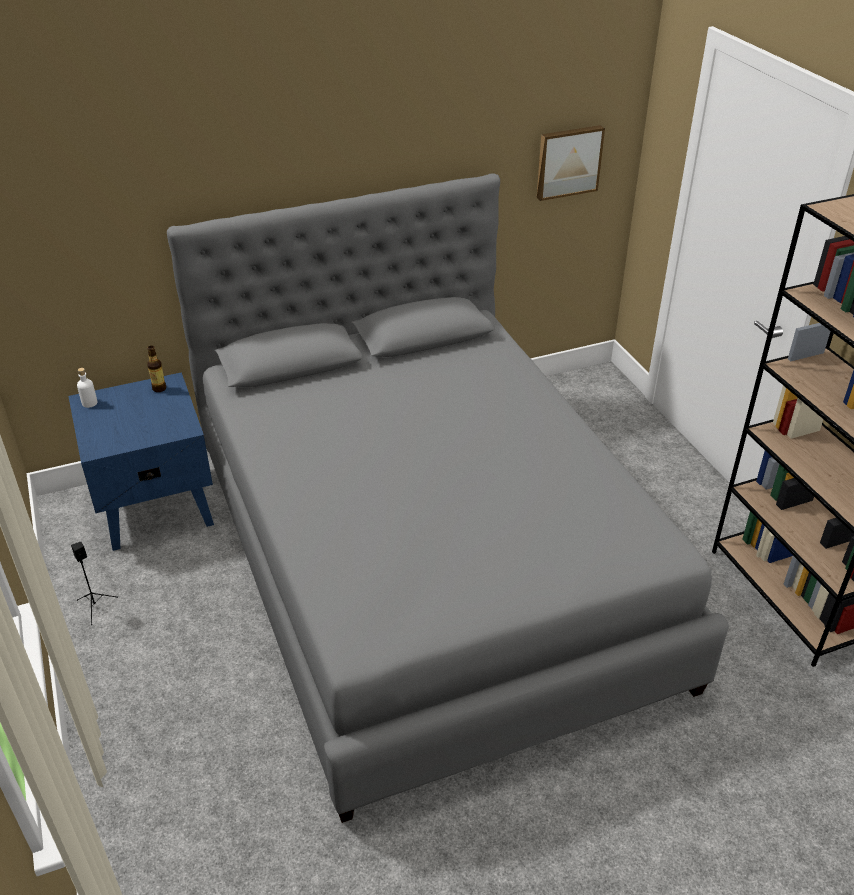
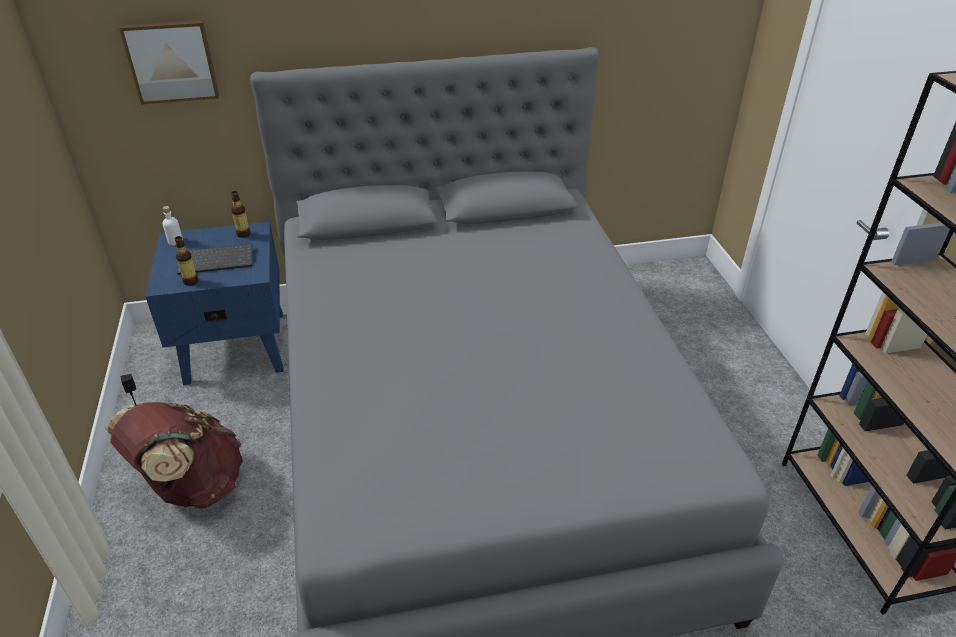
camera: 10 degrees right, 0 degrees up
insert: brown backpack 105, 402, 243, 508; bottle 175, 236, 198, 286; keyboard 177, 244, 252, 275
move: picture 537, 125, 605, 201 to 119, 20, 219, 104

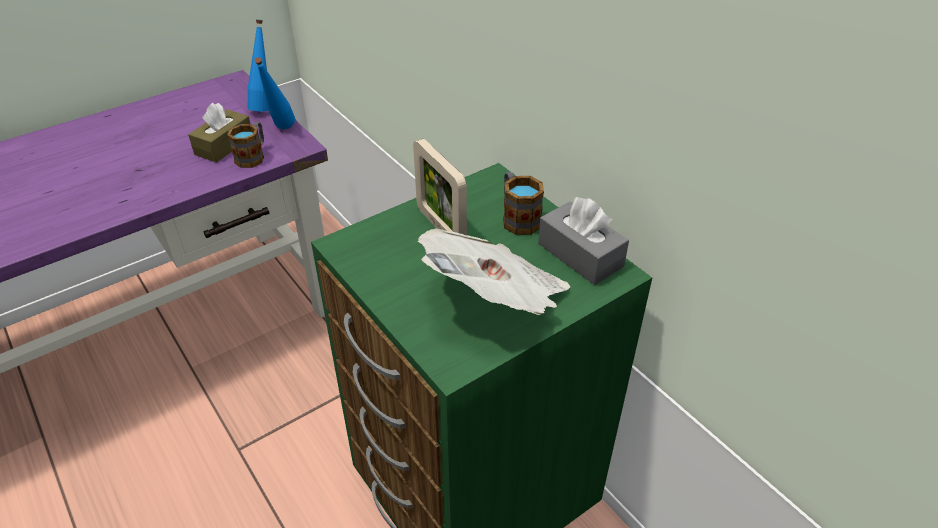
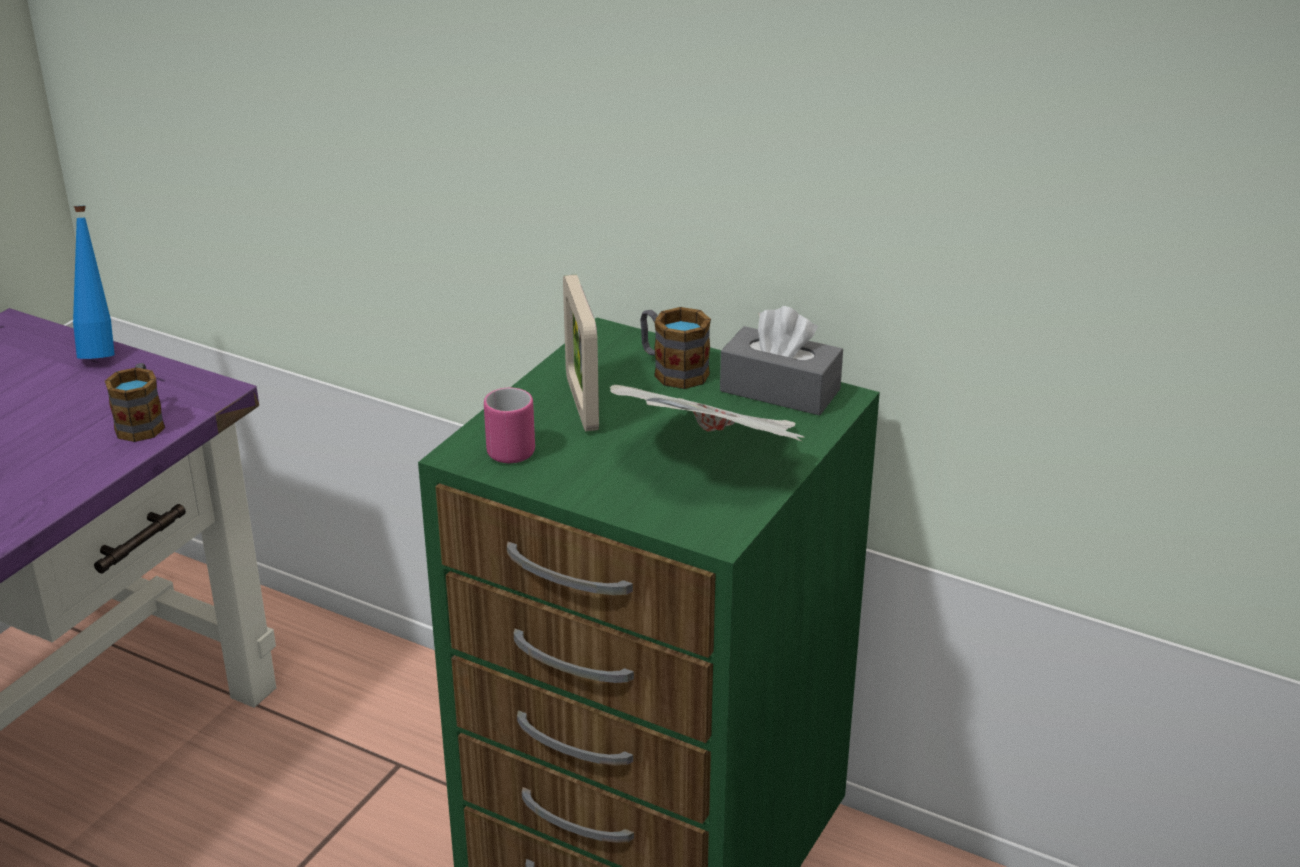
camera: 25 degrees left, 10 degrees down
delete: brown tissue box 188, 103, 250, 163; blue bottle 254, 57, 295, 129
insert: pink mug 484, 388, 535, 463
rotate: picture frame 413, 139, 467, 235 = 563, 274, 599, 432 45 degrees clockwise

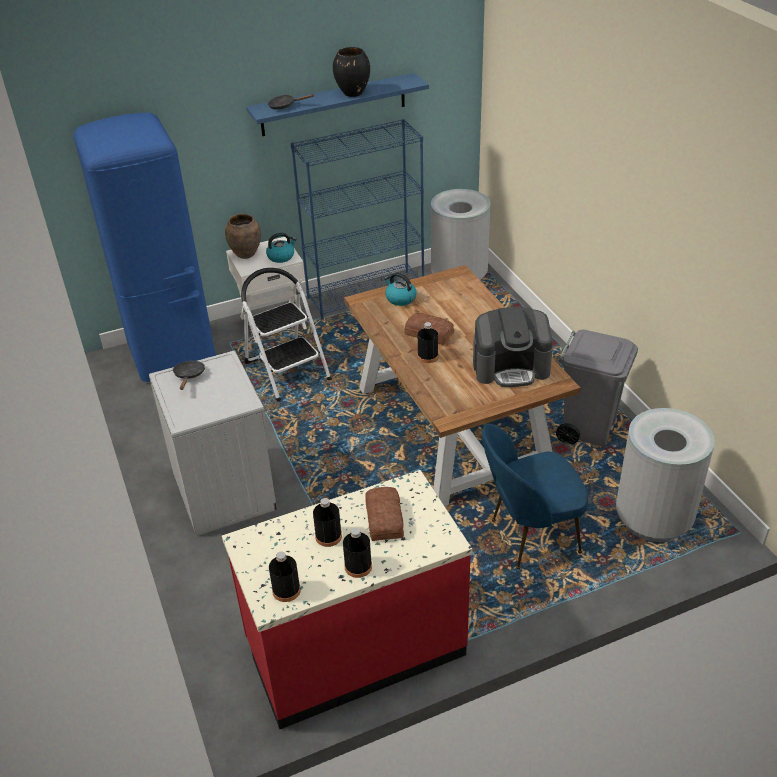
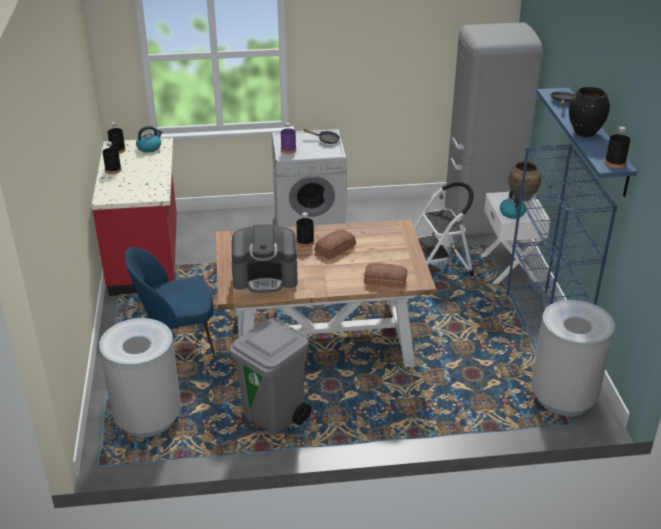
camera: 105 degrees right, 5 degrees down
insert: purple bottle 281, 123, 296, 154
move: black bottle 313, 498, 342, 547 to 605, 126, 630, 168; bread 365, 487, 404, 541 to 364, 263, 407, 288; kettle 384, 272, 416, 306 to 136, 126, 163, 153
recolor: blue fridge 74, 113, 216, 382 to grey fridge 445, 22, 543, 236
rotate: coffee machine 473, 307, 553, 387 = 231, 224, 298, 293 105 degrees counterclockwise; blue chair 482, 424, 588, 569 = 125, 247, 216, 357 105 degrees counterclockwise

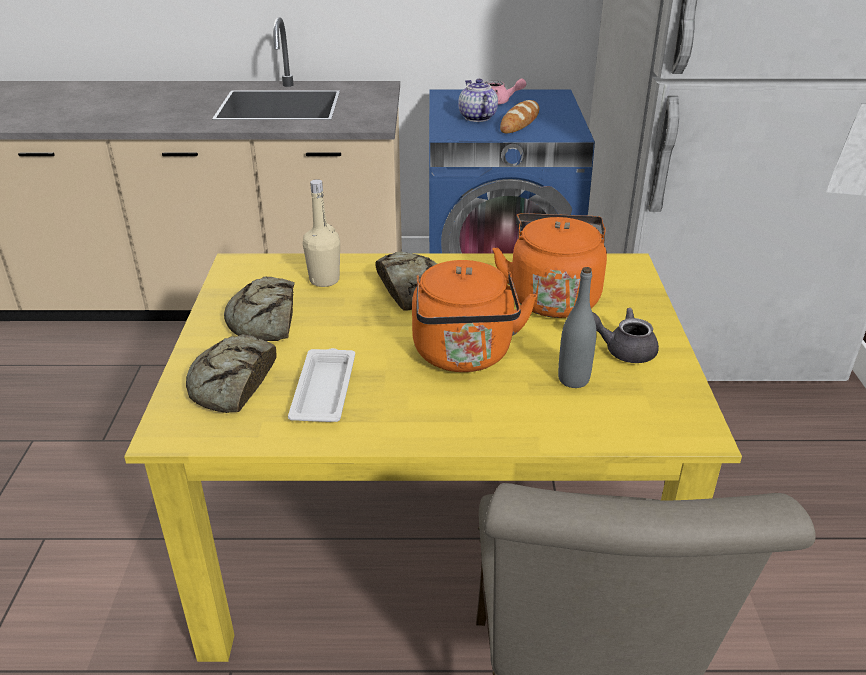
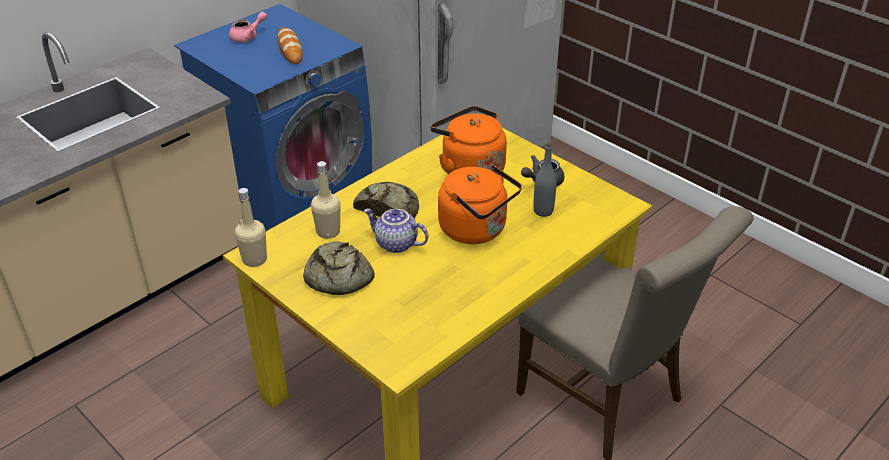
camera: 45 degrees left, 5 degrees up
delete: bread 186, 334, 277, 413; white tray 288, 348, 355, 422
insert: beige bottle 235, 188, 267, 267
move: teapot 458, 79, 498, 122 to 364, 208, 429, 253

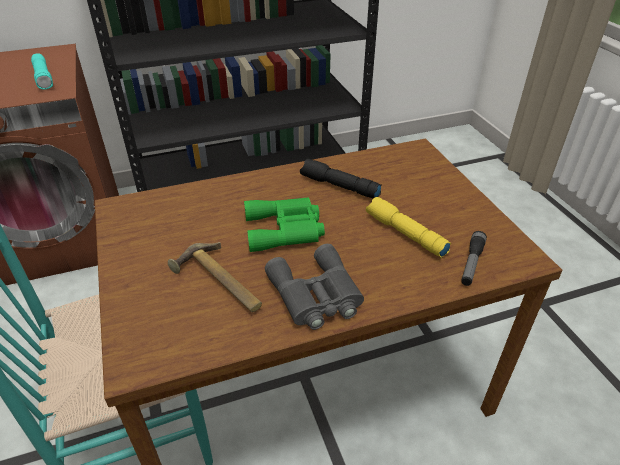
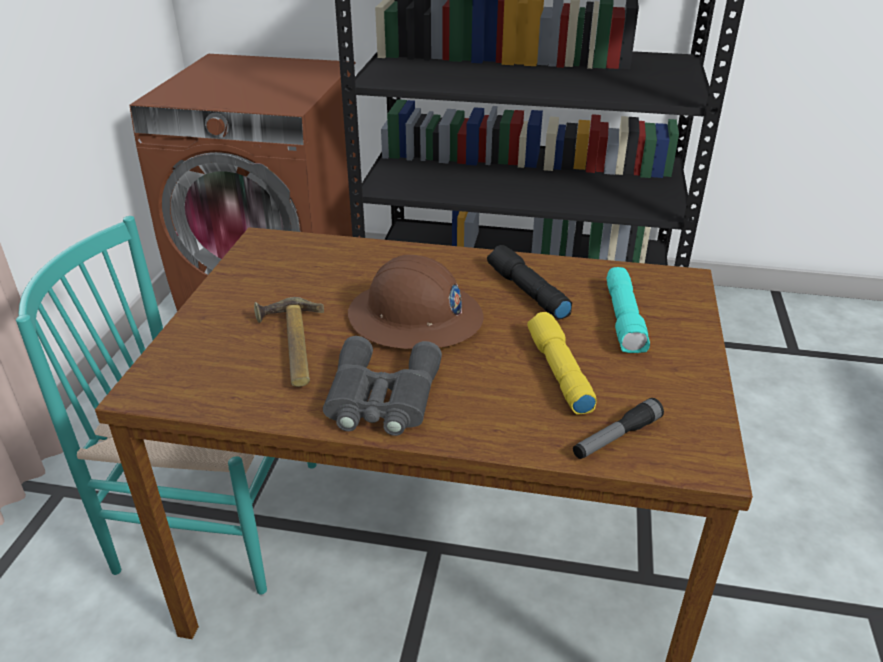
camera: 30 degrees right, 5 degrees down
move: turquoise flashlight 31, 53, 53, 90 to 607, 267, 650, 353
replace: green binoculars 244, 197, 325, 252 to brown hard hat 348, 255, 484, 349

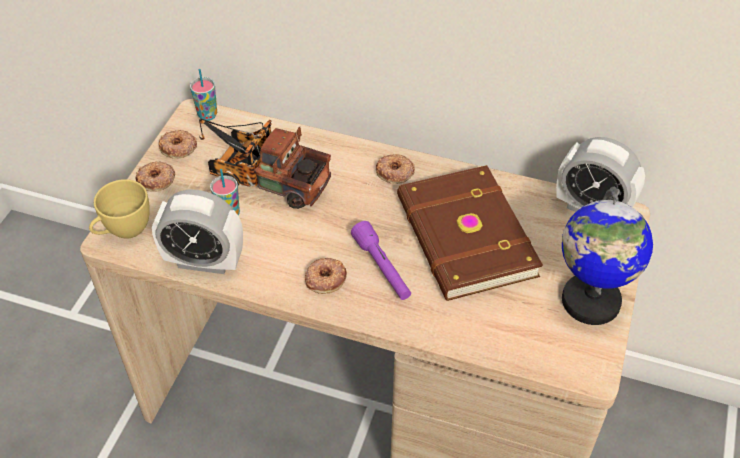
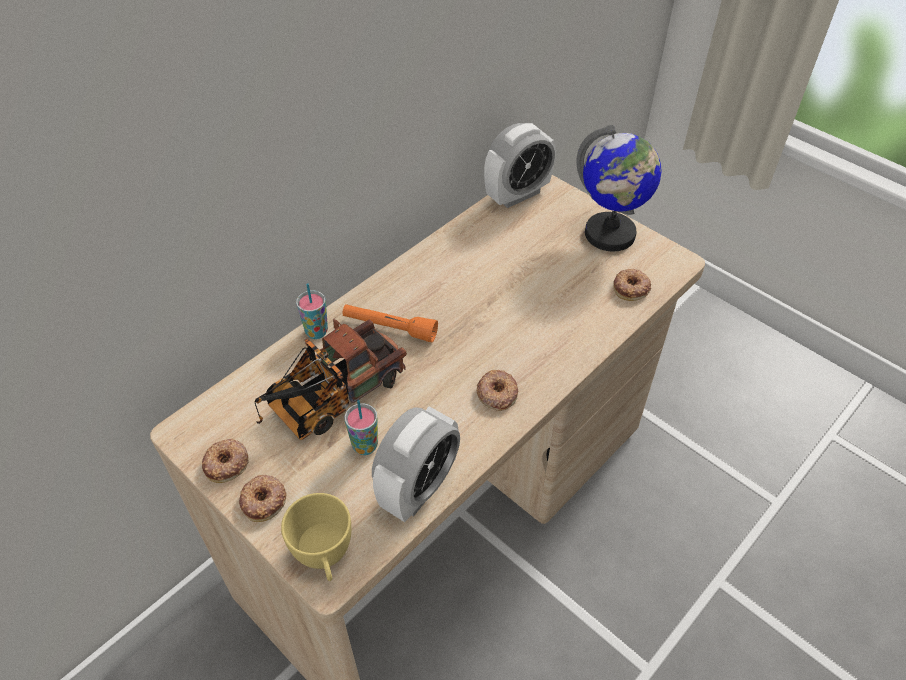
camera: 65 degrees left, 0 degrees up
delete: purple flashlight 351, 221, 411, 300; brown book 397, 165, 543, 301
insert: orange flashlight 343, 304, 438, 343
move: cup 190, 69, 217, 121 to 296, 283, 328, 339; donut 376, 154, 415, 184 to 613, 269, 651, 301

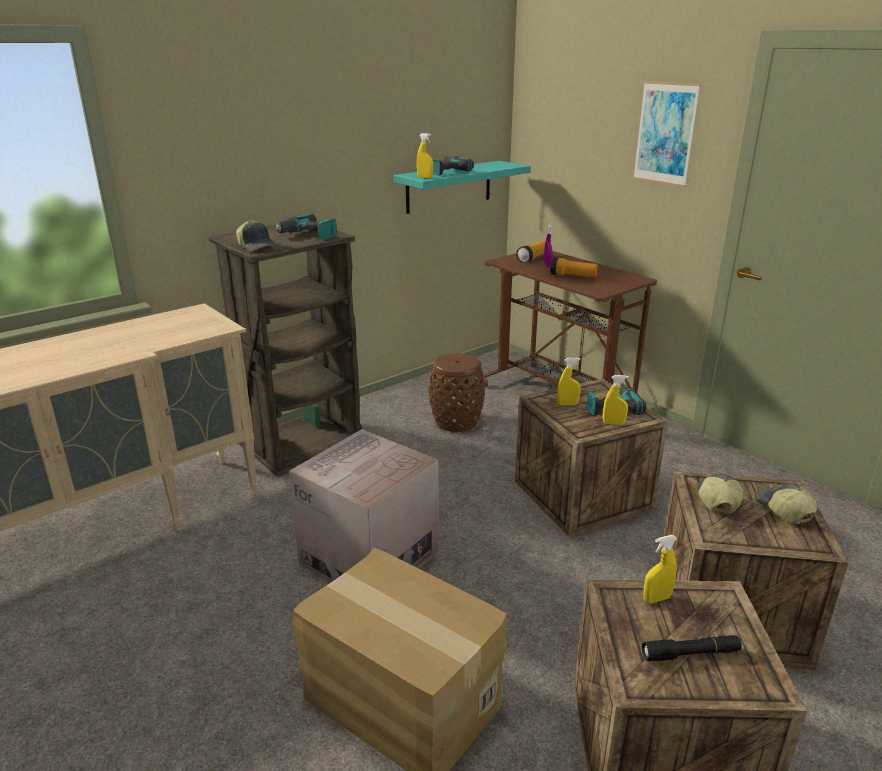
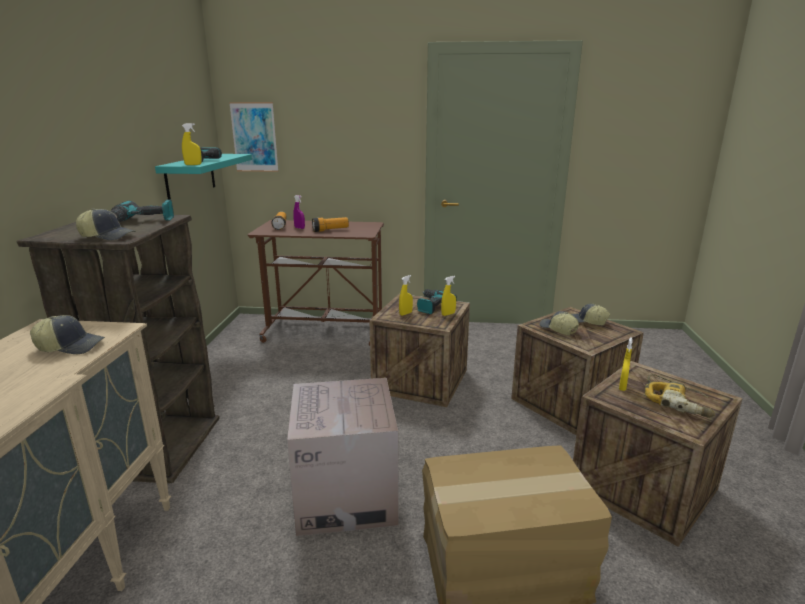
camera: 45 degrees left, 5 degrees down
delete: brown stool 429, 353, 485, 432
insert: cap 30, 315, 105, 354
move: picture 633, 81, 701, 187 to 229, 102, 279, 172
replace: black flashlight 642, 635, 742, 661 to power drill 645, 374, 715, 418

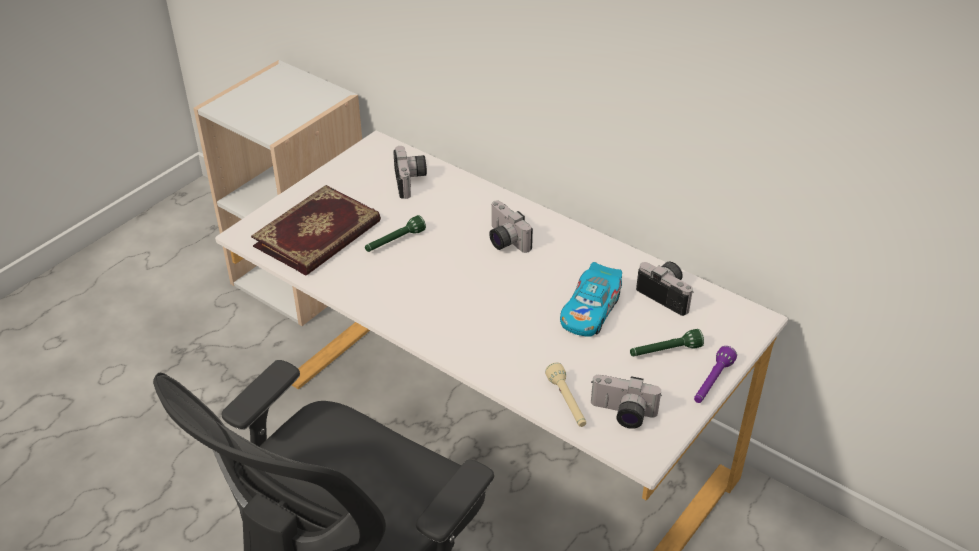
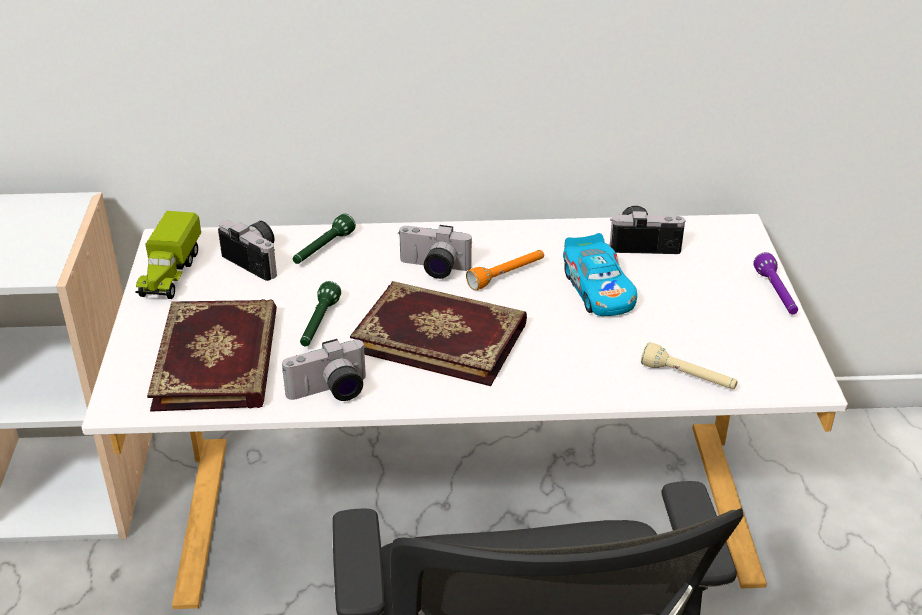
camera: 40 degrees left, 5 degrees down
insert: toy truck 135, 211, 201, 299; book 350, 281, 527, 386; orange flashlight 466, 250, 544, 291
move: photo camera 591, 375, 662, 429 to 282, 339, 366, 401; green flashlight 630, 329, 704, 356 to 293, 214, 356, 264

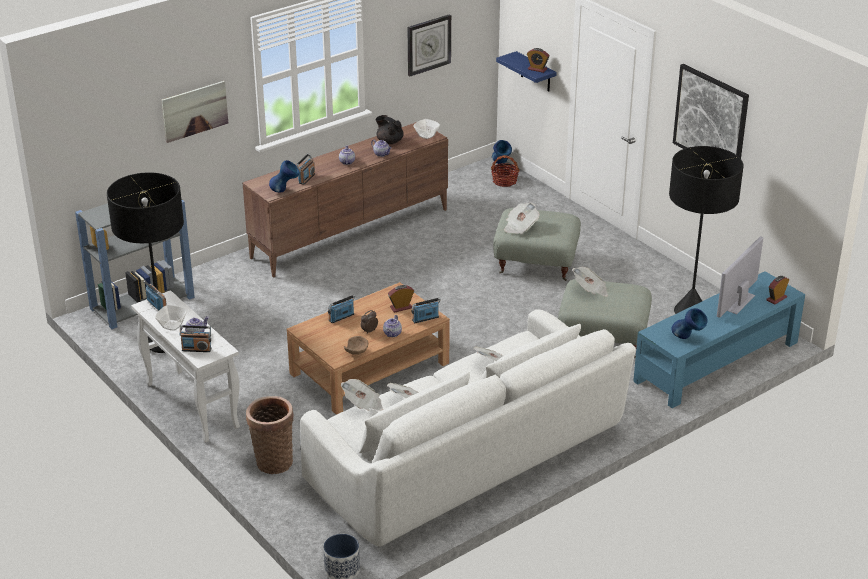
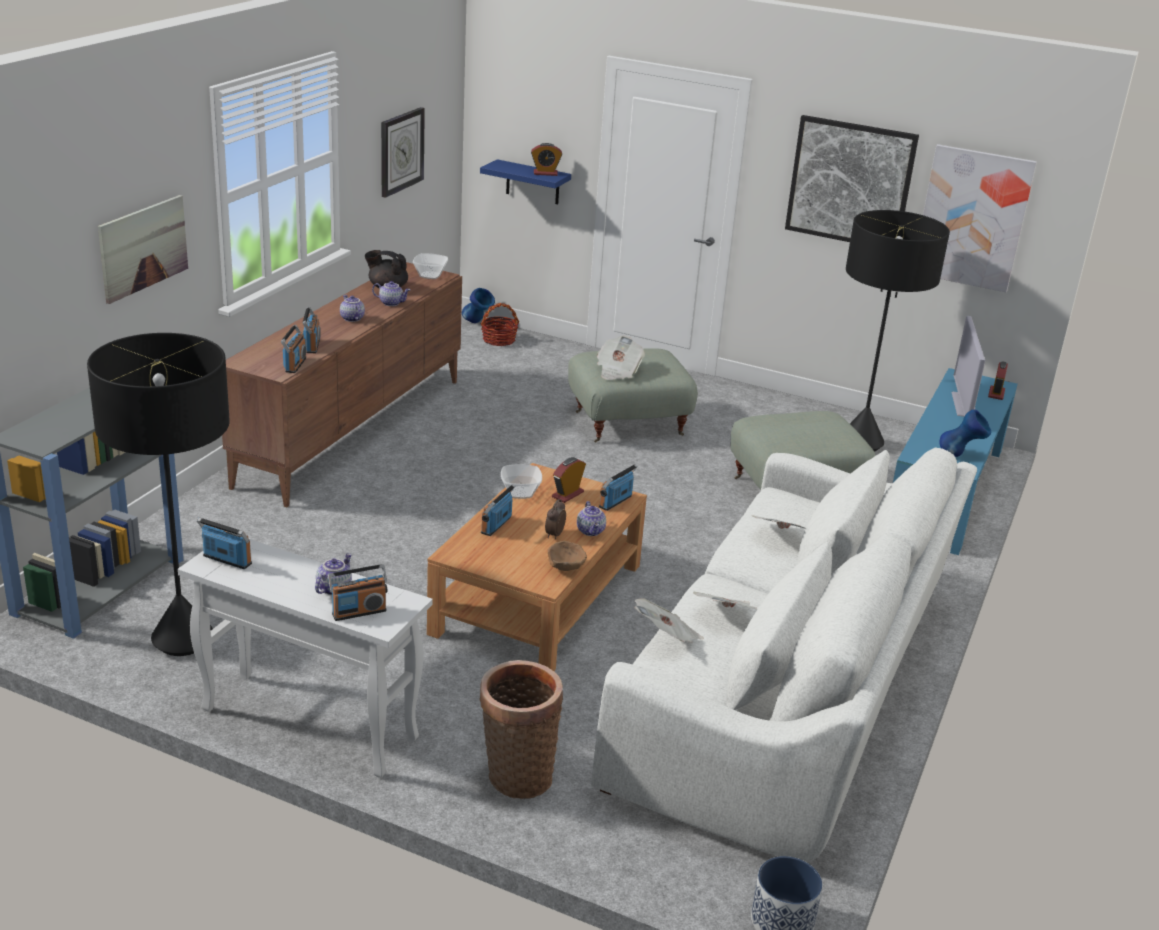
camera: 30 degrees left, 5 degrees down
delete: newspaper 573, 267, 608, 297
insert: picture 923, 144, 1037, 292
move: bowl 155, 305, 187, 330 to 501, 464, 542, 499
replace: blue vase 269, 160, 299, 192 to radio 281, 325, 306, 373

